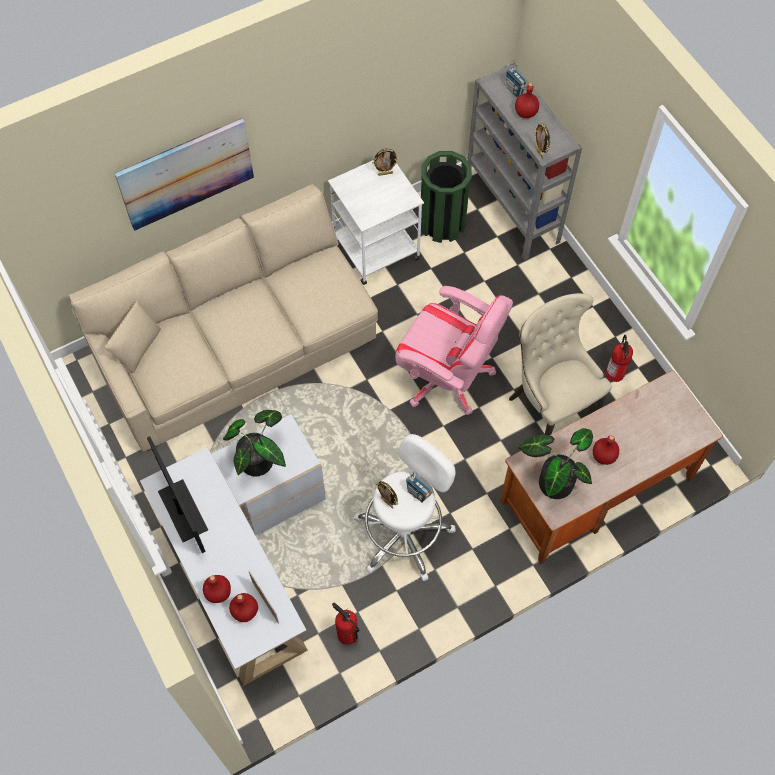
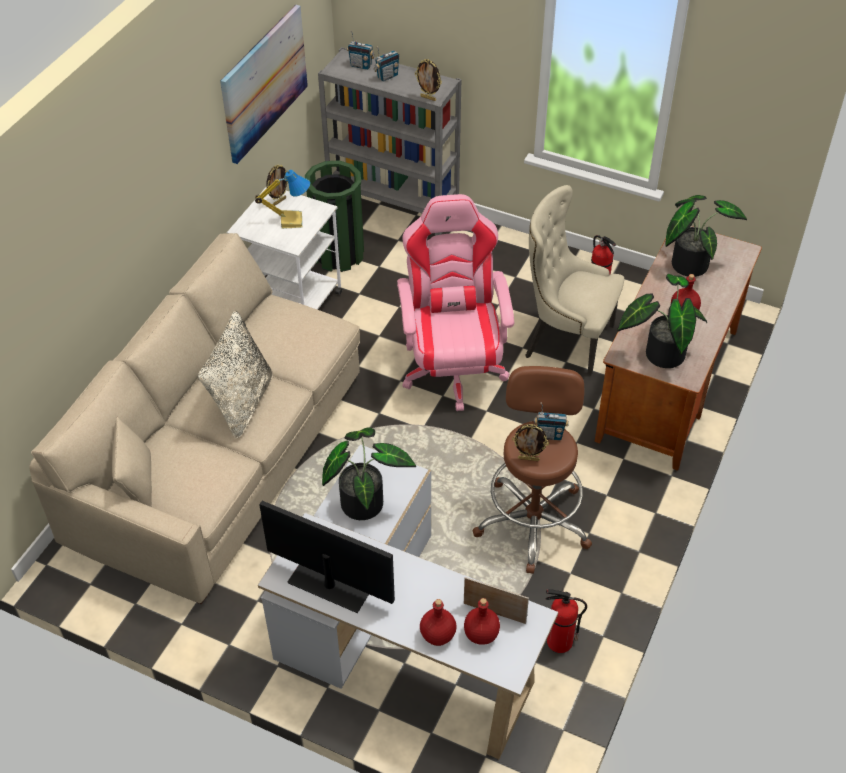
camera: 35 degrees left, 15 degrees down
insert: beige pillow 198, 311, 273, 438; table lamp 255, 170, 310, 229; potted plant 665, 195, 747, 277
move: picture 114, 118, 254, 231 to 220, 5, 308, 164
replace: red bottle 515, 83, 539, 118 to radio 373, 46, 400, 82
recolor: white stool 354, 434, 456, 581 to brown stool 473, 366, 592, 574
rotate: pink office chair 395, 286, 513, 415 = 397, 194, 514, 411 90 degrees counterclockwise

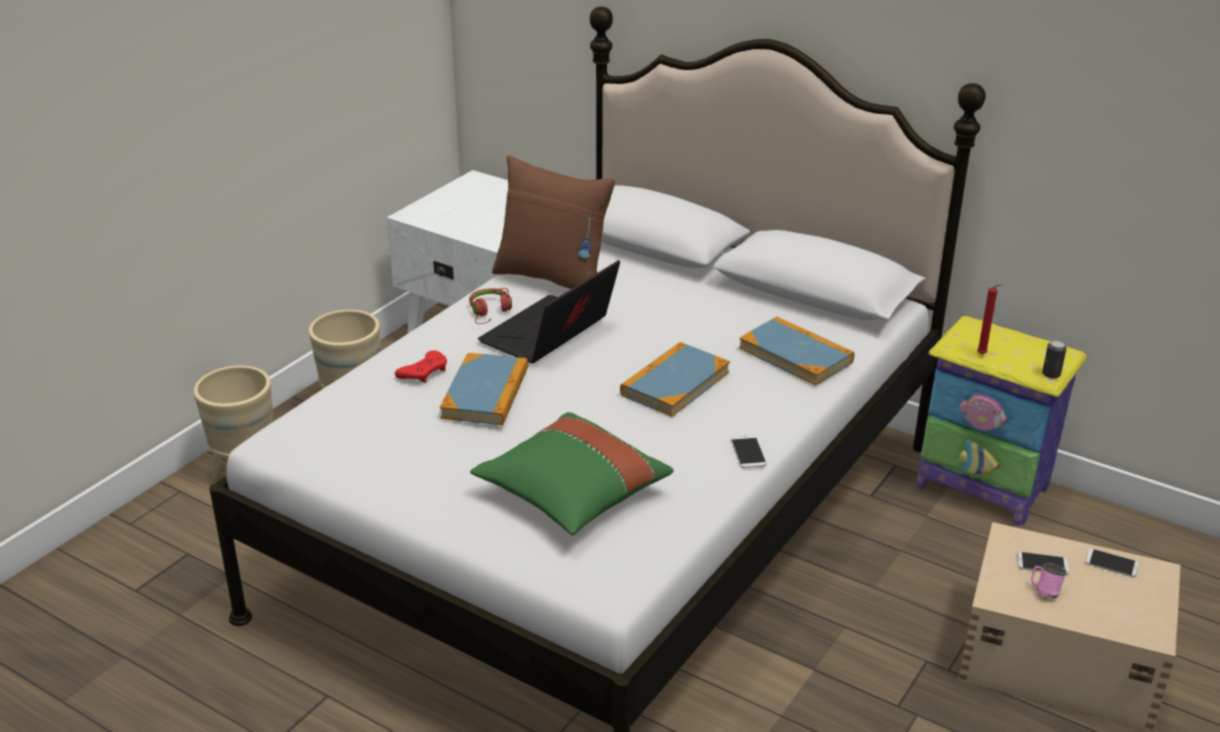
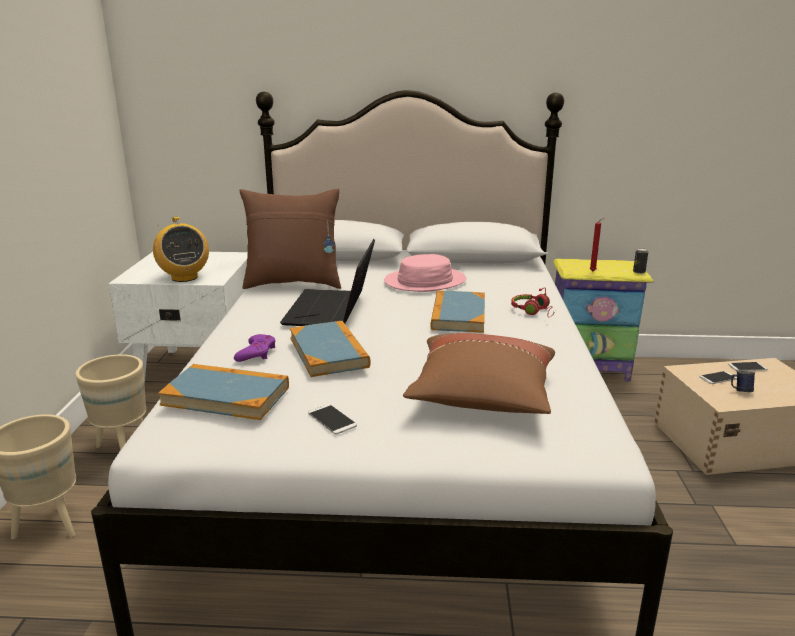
camera: 30 degrees left, 10 degrees down
insert: radio 153, 217, 209, 282; pink hat 384, 254, 466, 292
move: red headphones 469, 288, 512, 324 to 511, 287, 555, 318; phone 731, 436, 767, 468 to 308, 404, 357, 434; book 739, 317, 854, 386 to 158, 364, 289, 420
recolor: red game controller 395, 350, 447, 383 to purple game controller 234, 334, 276, 362; green pillow 470, 412, 674, 535 to brown pillow 403, 333, 555, 414; pink mug 1031, 563, 1067, 598 to blue mug 731, 371, 755, 392

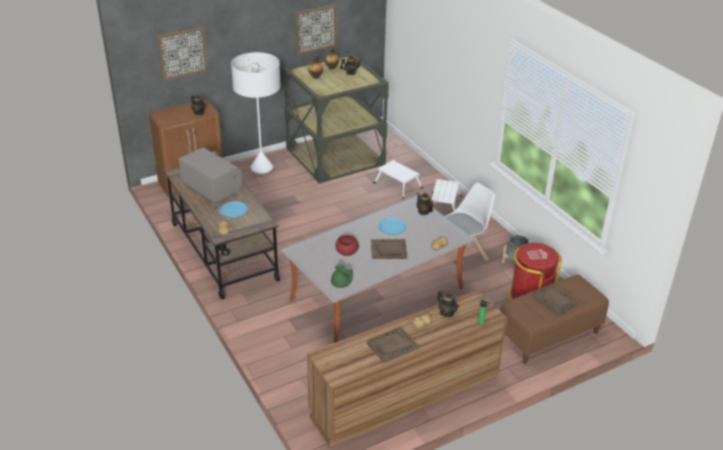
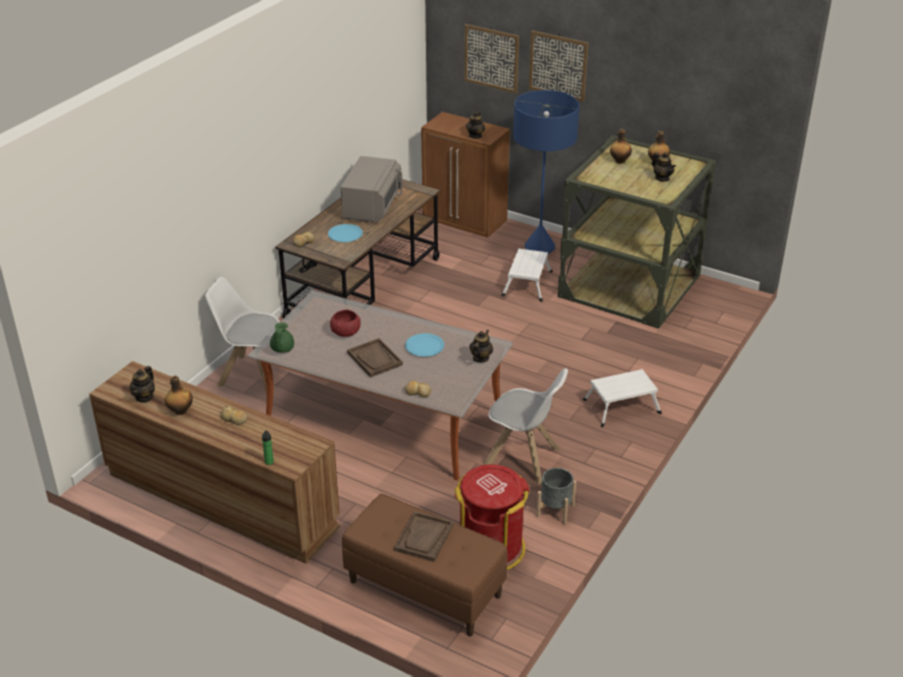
camera: 60 degrees right, 0 degrees up
insert: chair 205, 277, 280, 394
move: picture 296, 5, 336, 55 to 529, 31, 588, 102; white step ladder 373, 160, 423, 200 to 501, 248, 553, 302; teapot 437, 290, 459, 317 to 129, 366, 155, 403
replace: brown tray 367, 327, 419, 363 to bottle 165, 376, 193, 415
recolor: white floor lamp 231, 52, 281, 174 to blue floor lamp 513, 90, 580, 254

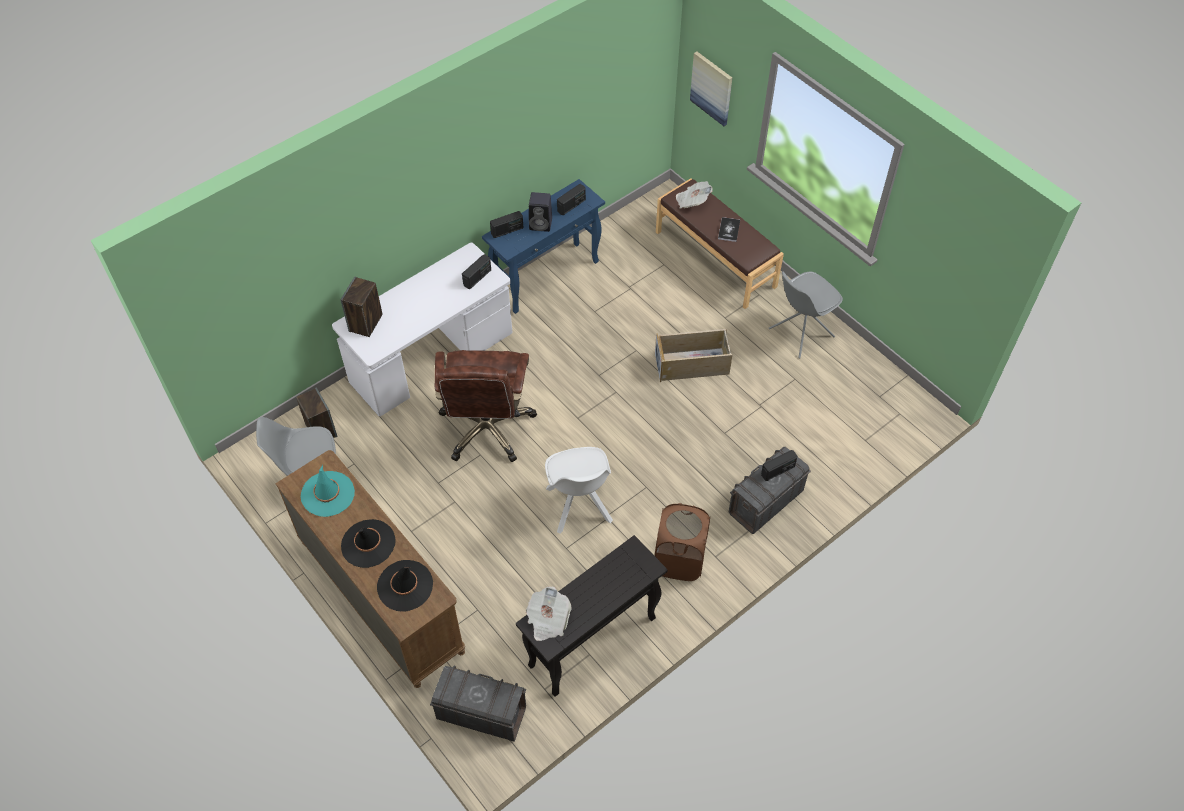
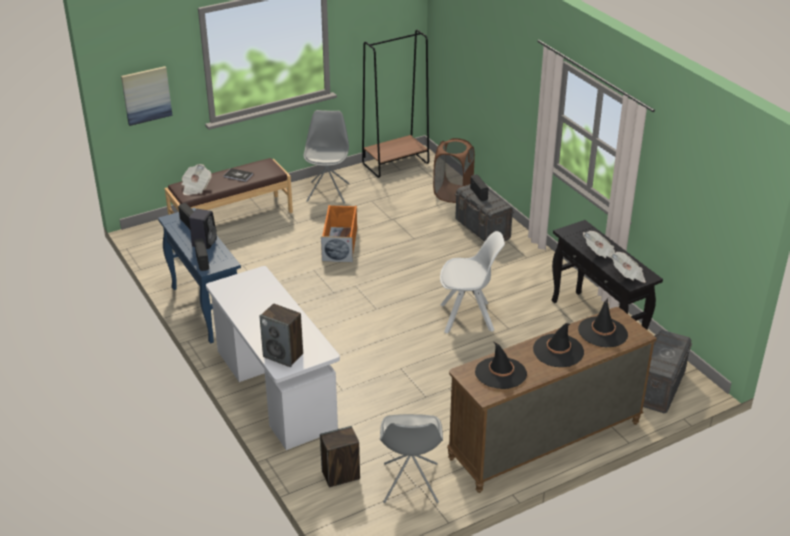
camera: 80 degrees left, 20 degrees down
delete: brown office chair 435, 350, 537, 462; radio 462, 254, 491, 289
insert: clothes rack 362, 30, 429, 178; newspaper 583, 231, 615, 258
move: brown laundry basket 655, 503, 710, 581 to 433, 138, 475, 203
recolor: turquoise hat 301, 465, 355, 517 to black hat 475, 342, 527, 389; beige storage box 655, 329, 732, 382 to orange storage box 321, 205, 357, 263
rotate: grey chair 769, 271, 843, 358 = 304, 110, 349, 203 150 degrees counterclockwise

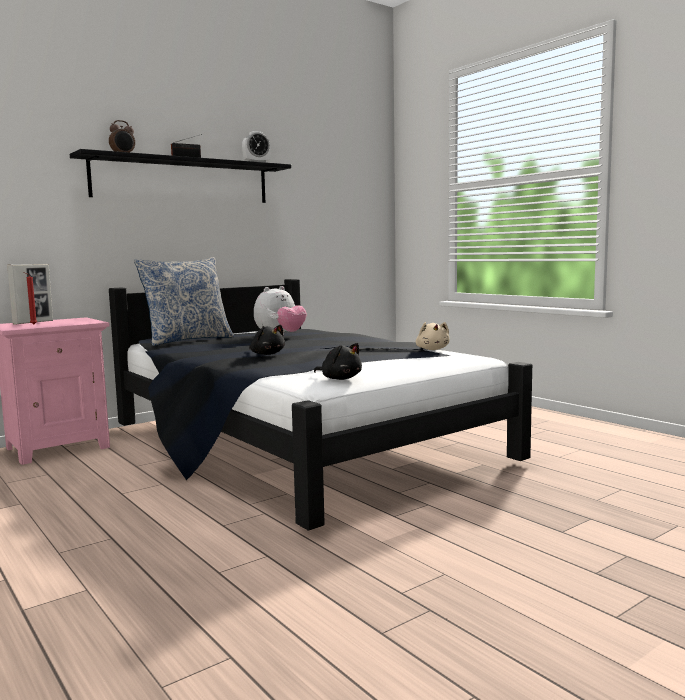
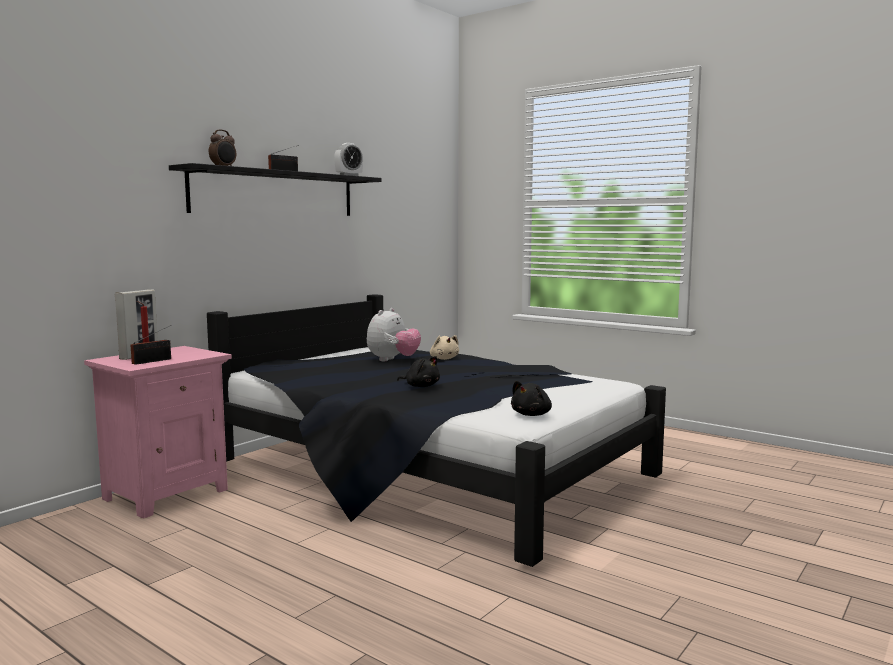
camera: 15 degrees left, 0 degrees up
delete: pillow 134, 257, 234, 346
insert: radio 131, 325, 171, 365
move: beige plush toy 416, 322, 450, 350 to 430, 335, 459, 360
rotate: black plush toy 314, 343, 362, 380 = 511, 381, 552, 416 105 degrees clockwise

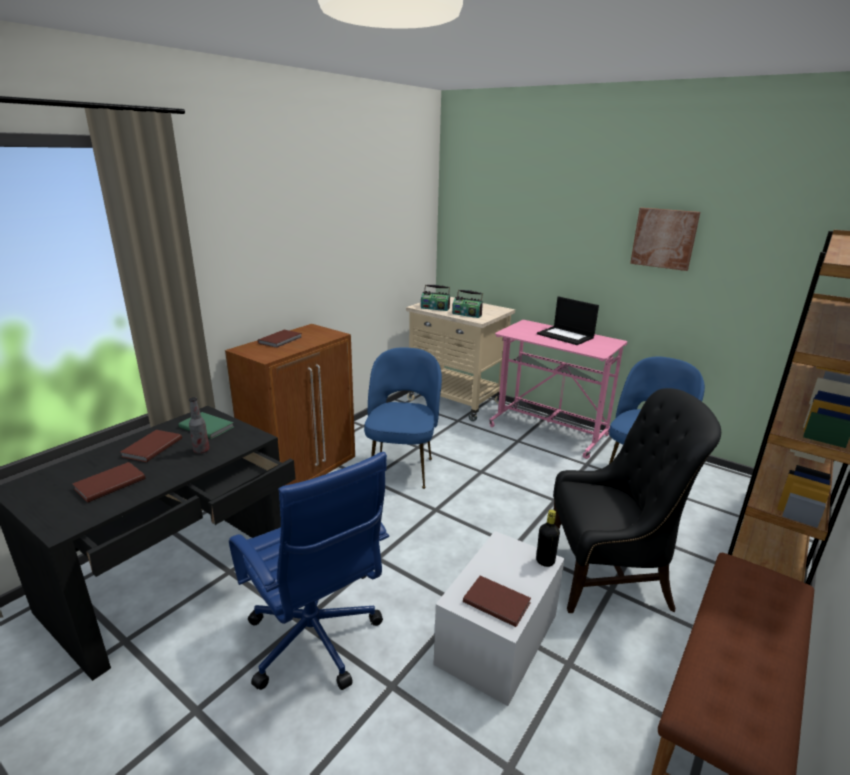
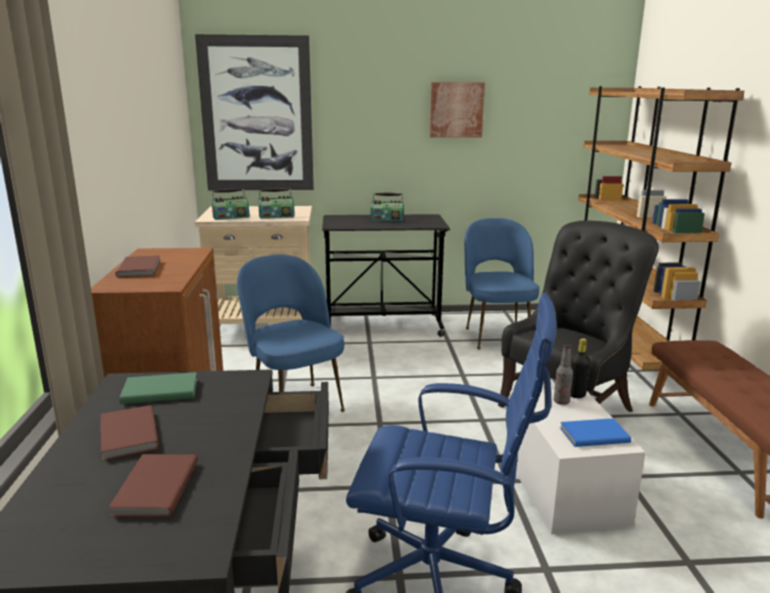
camera: 40 degrees left, 5 degrees down
insert: picture 195, 34, 314, 191
move: bottle 189, 397, 209, 454 to 553, 344, 573, 405
replace: laptop 537, 296, 599, 345 to radio 371, 192, 404, 221
recolor: brown book 463, 576, 531, 627 to blue book 560, 418, 631, 447; pink desk 489, 320, 627, 459 to black desk 322, 214, 450, 337

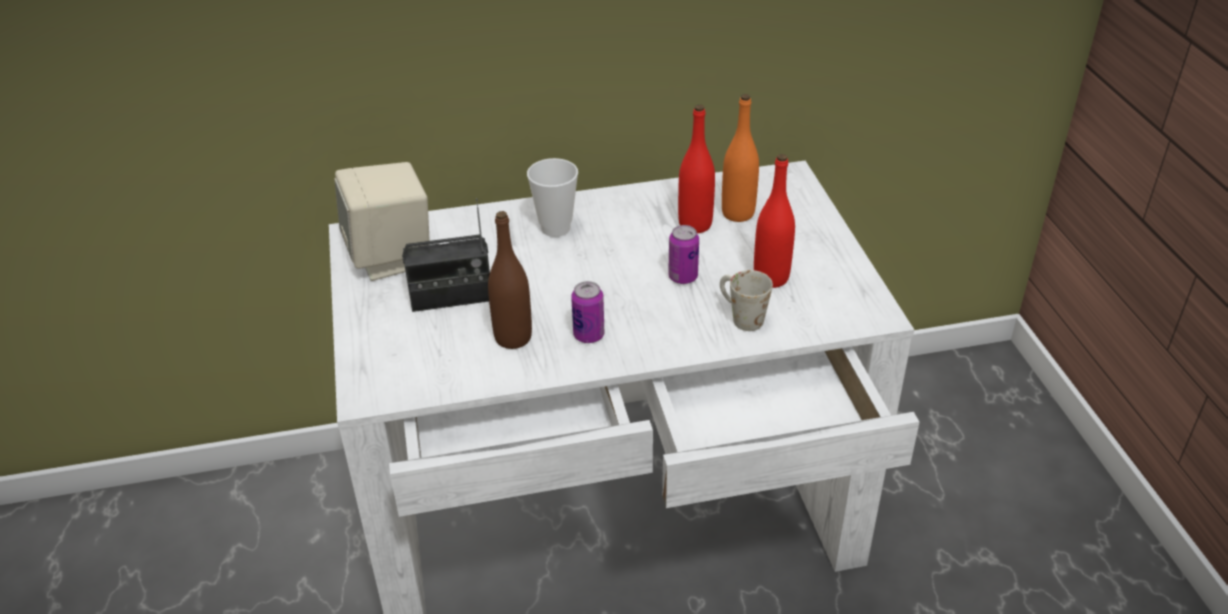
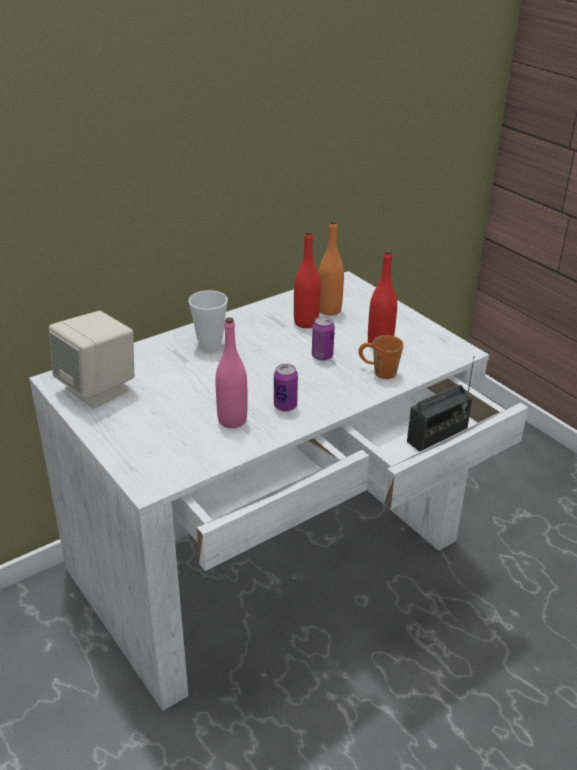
camera: 25 degrees left, 5 degrees down
move: radio 402, 198, 490, 312 to 407, 356, 475, 452
recolor: brown bottle 488, 211, 532, 349 to pink bottle 215, 317, 247, 428; white mug 720, 270, 773, 331 to orange mug 358, 335, 404, 379

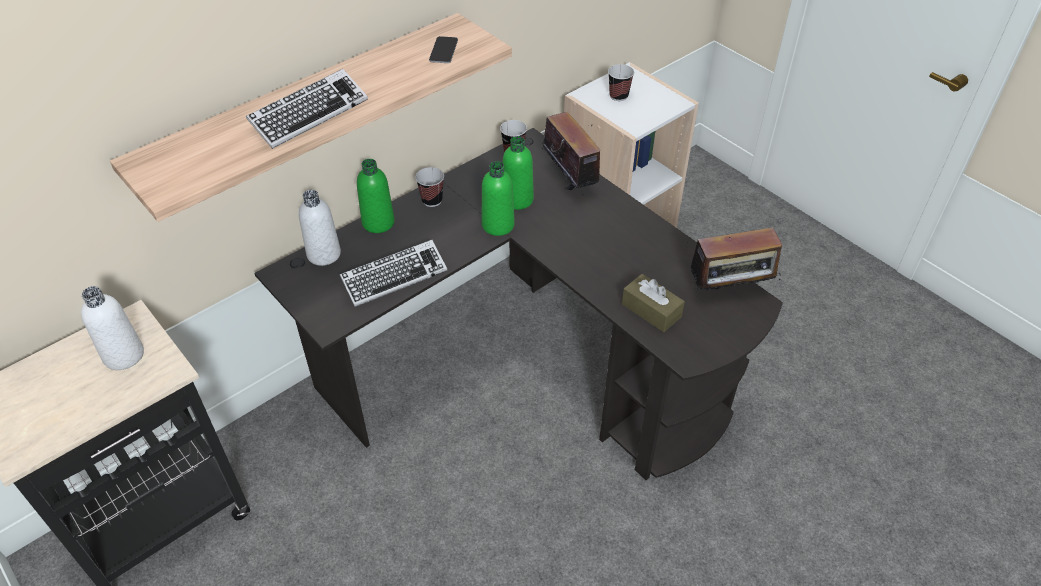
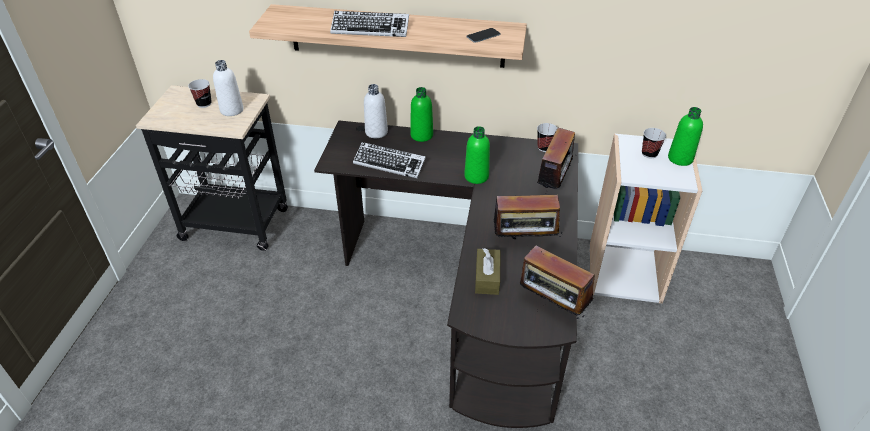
camera: 50 degrees right, 5 degrees down
insert: radio 493, 186, 562, 239
move: cup 415, 167, 444, 207 to 188, 79, 212, 108; green bottle 503, 136, 534, 210 to 668, 107, 703, 166

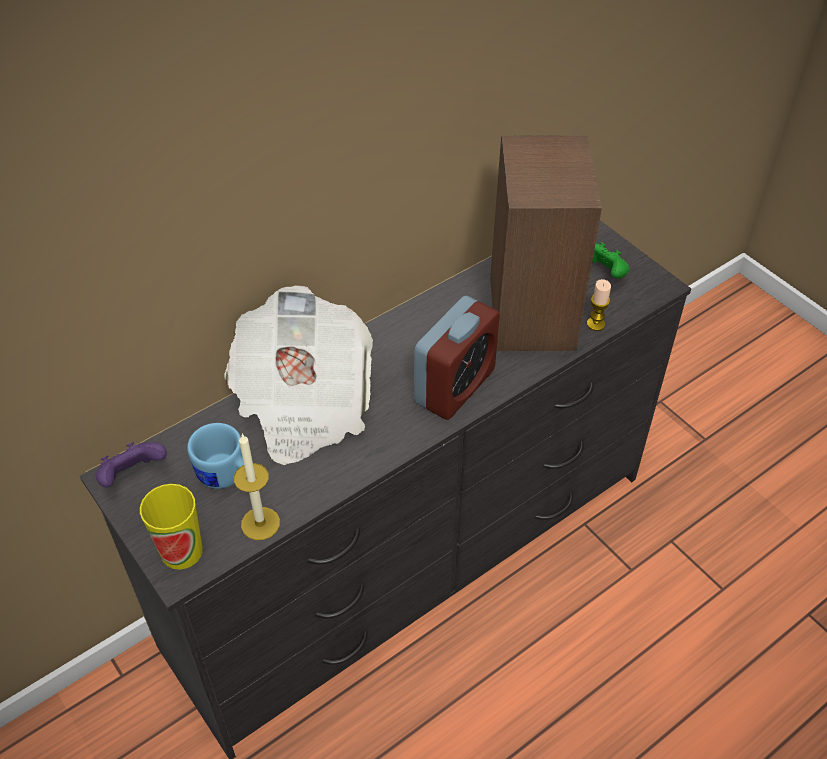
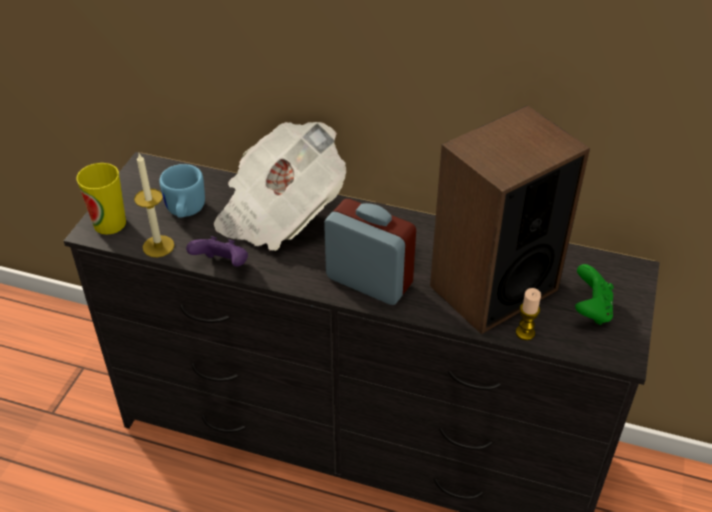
camera: 55 degrees right, 5 degrees down
move: purple game controller 96, 442, 167, 488 to 186, 236, 248, 267
rotate: alarm clock 414, 296, 500, 420 = 324, 199, 416, 305 150 degrees counterclockwise

